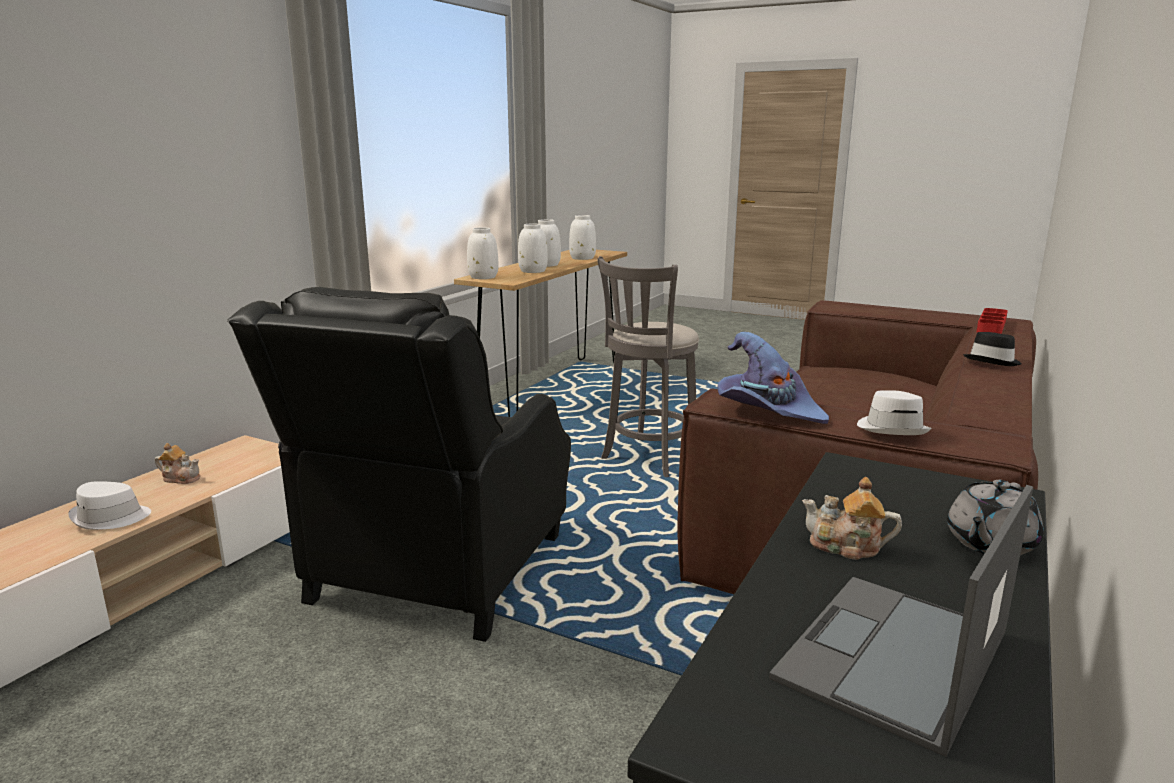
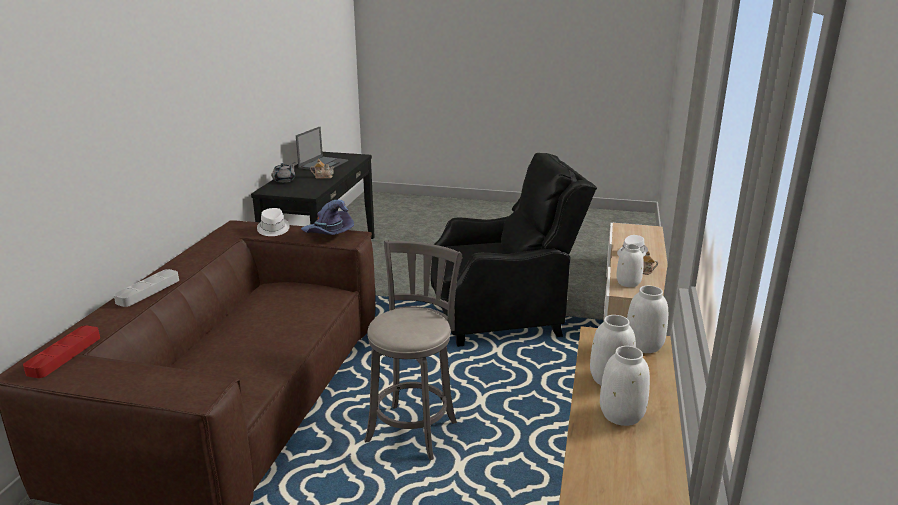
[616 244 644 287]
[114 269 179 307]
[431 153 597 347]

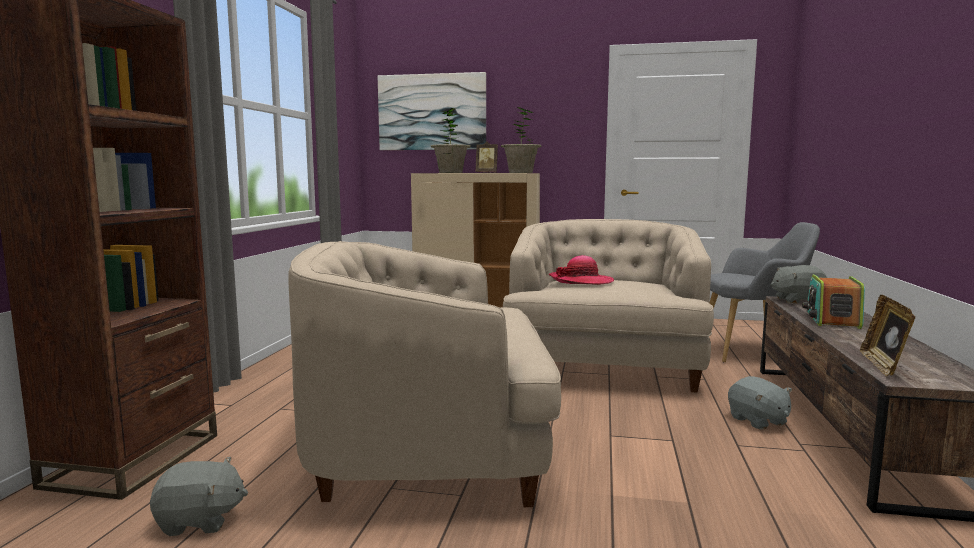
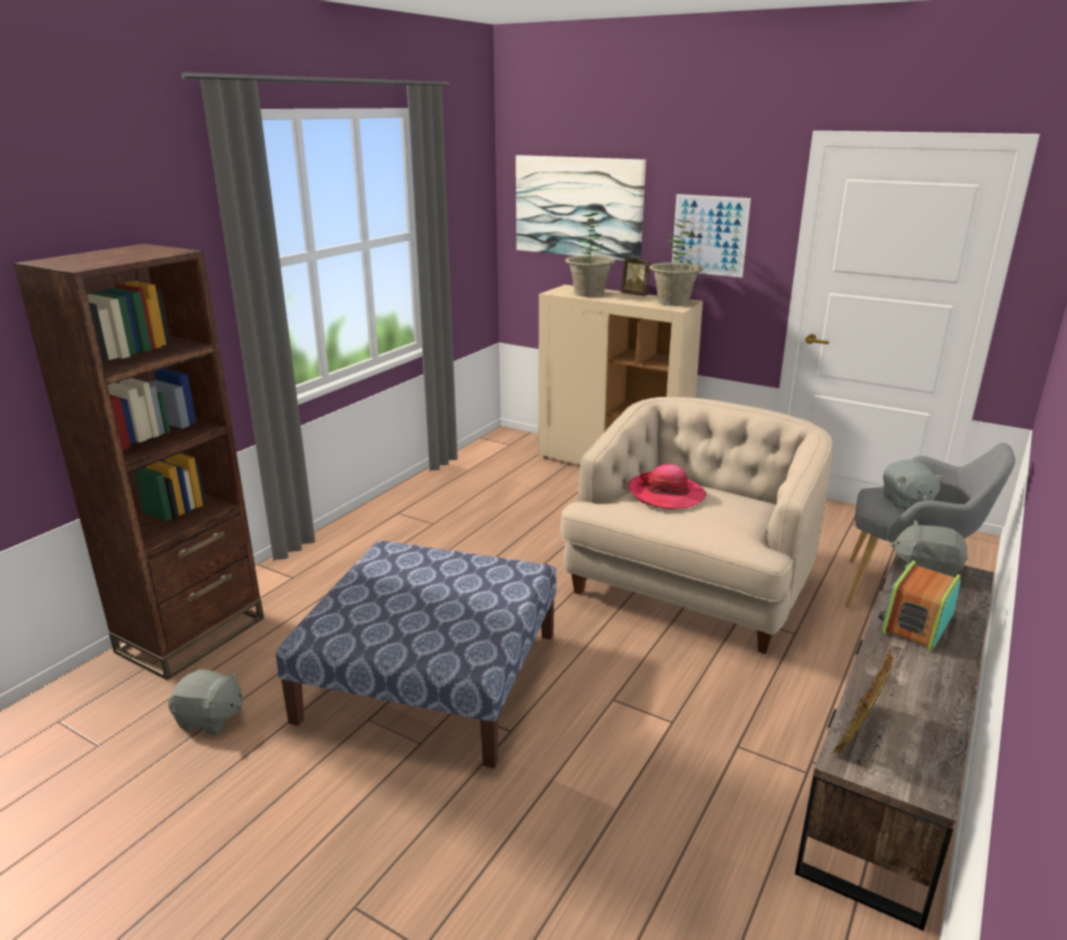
[672 194 751 278]
[883 459 944 510]
[276 540 556 768]

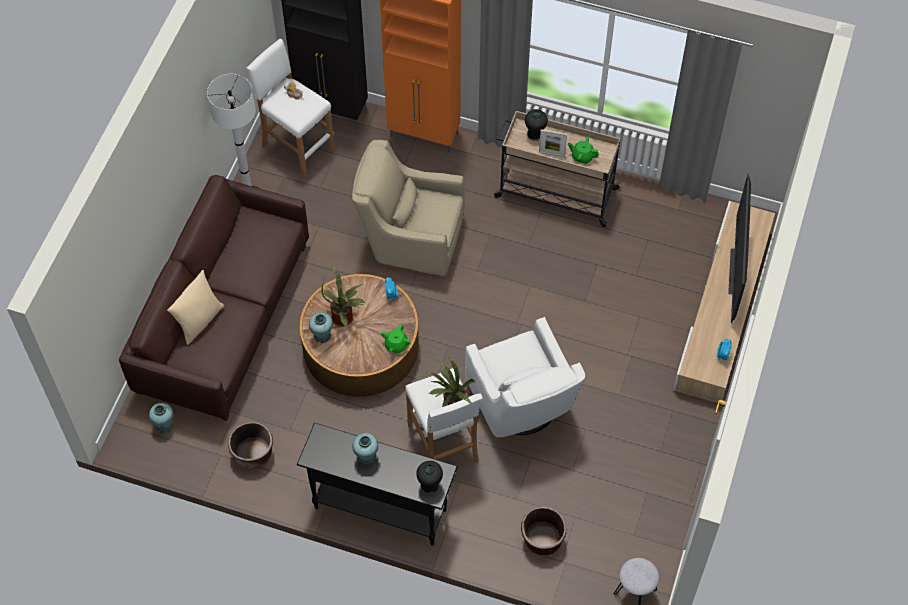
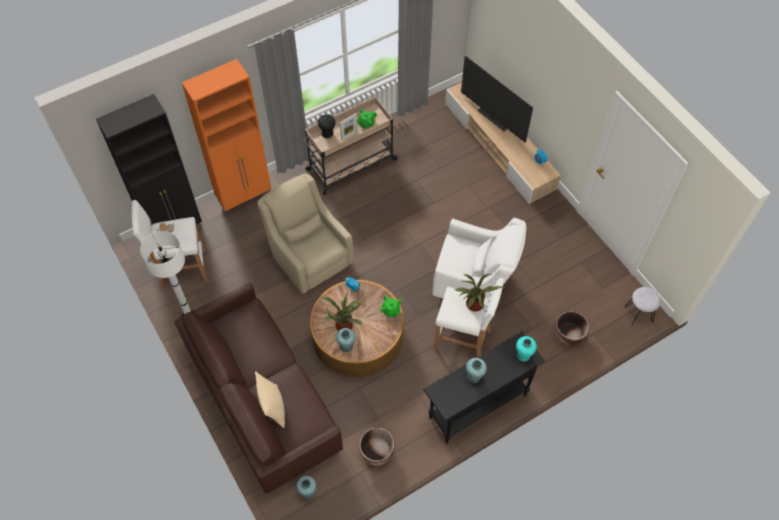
[516 336 537 362]
[257 173 354 294]

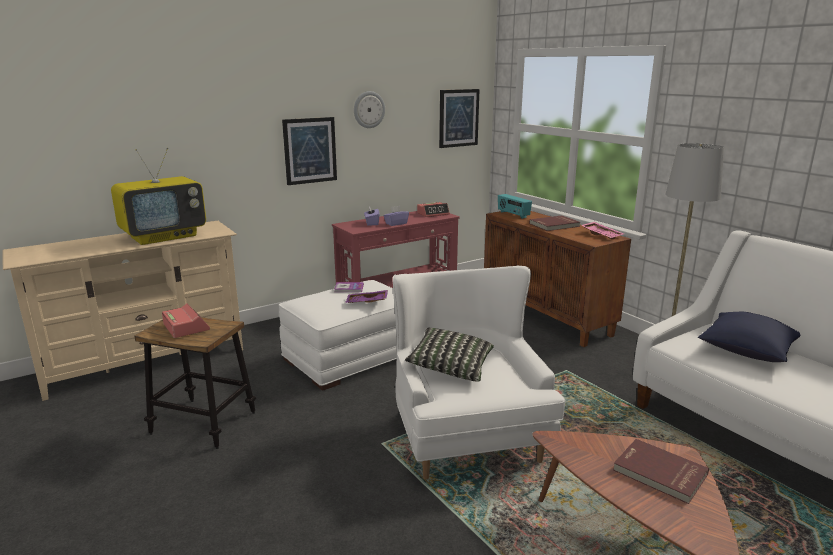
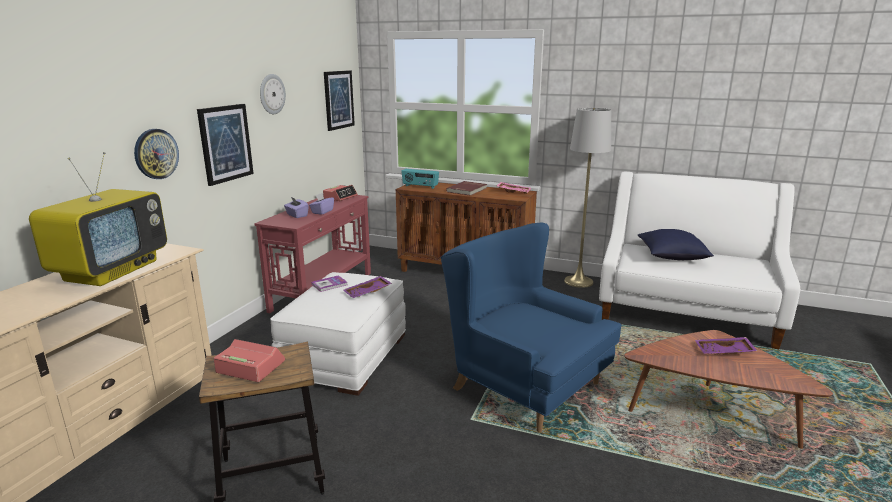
[405 328 494 382] (first image)
[134 129 179 179]
[695 337 757 354]
[441 222 622 432]

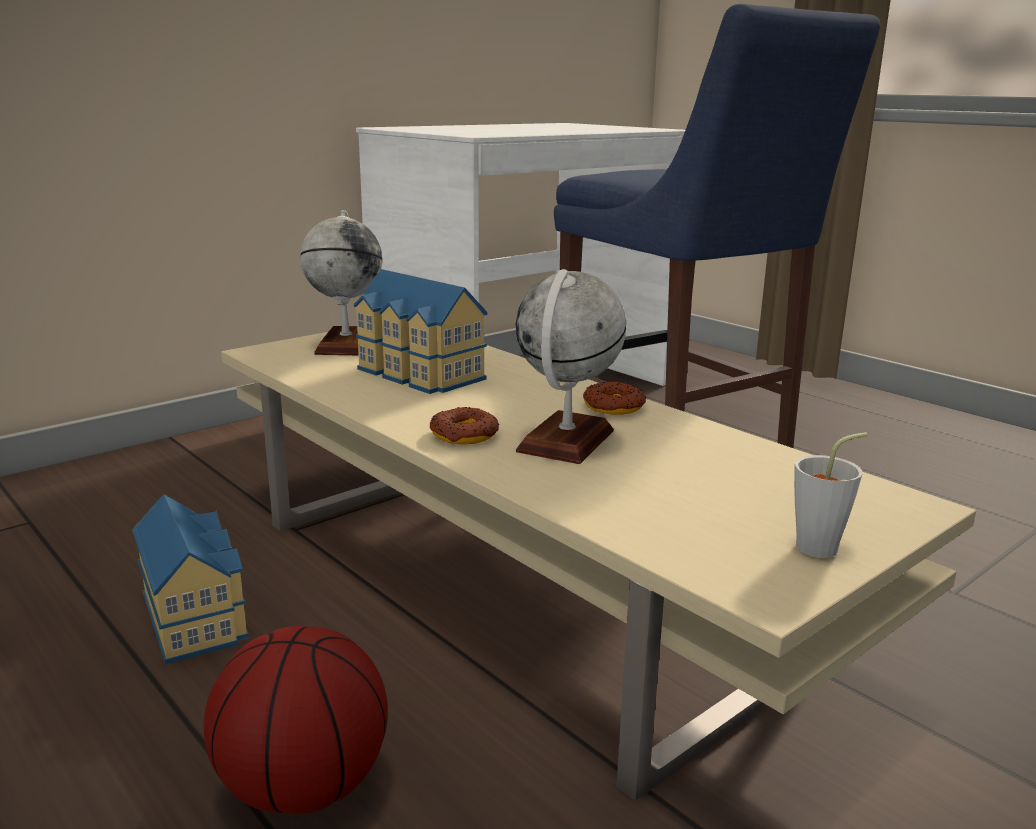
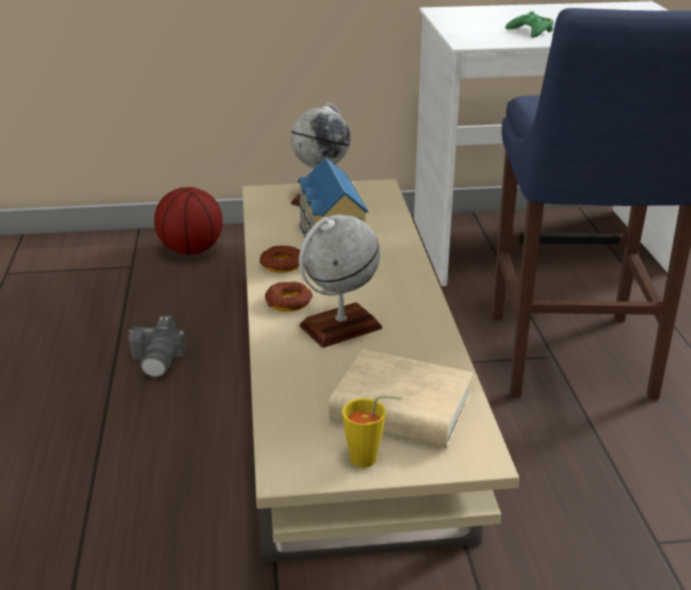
[328 349 473 448]
[505 11 554 38]
[154 187 223 255]
[260 245 300 273]
[128 315 186 377]
[342 395 401 468]

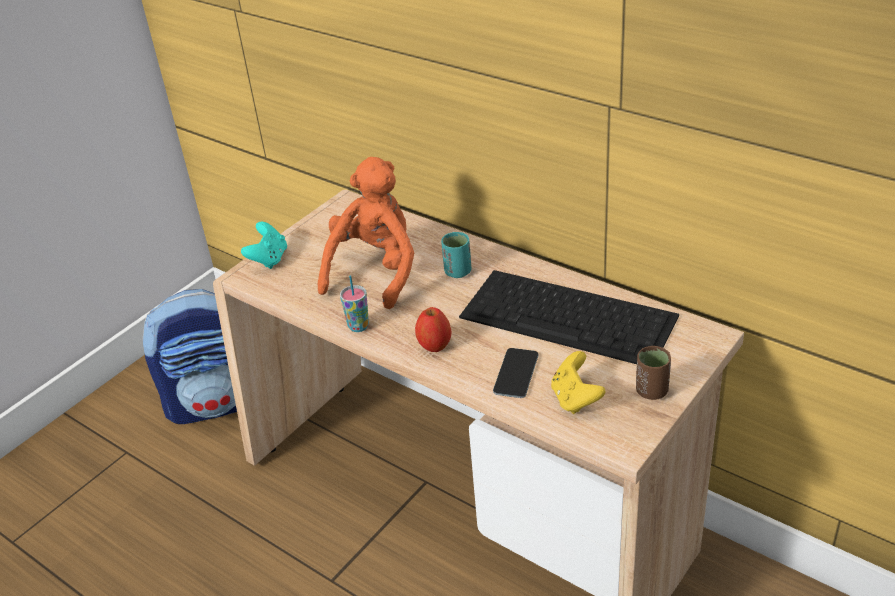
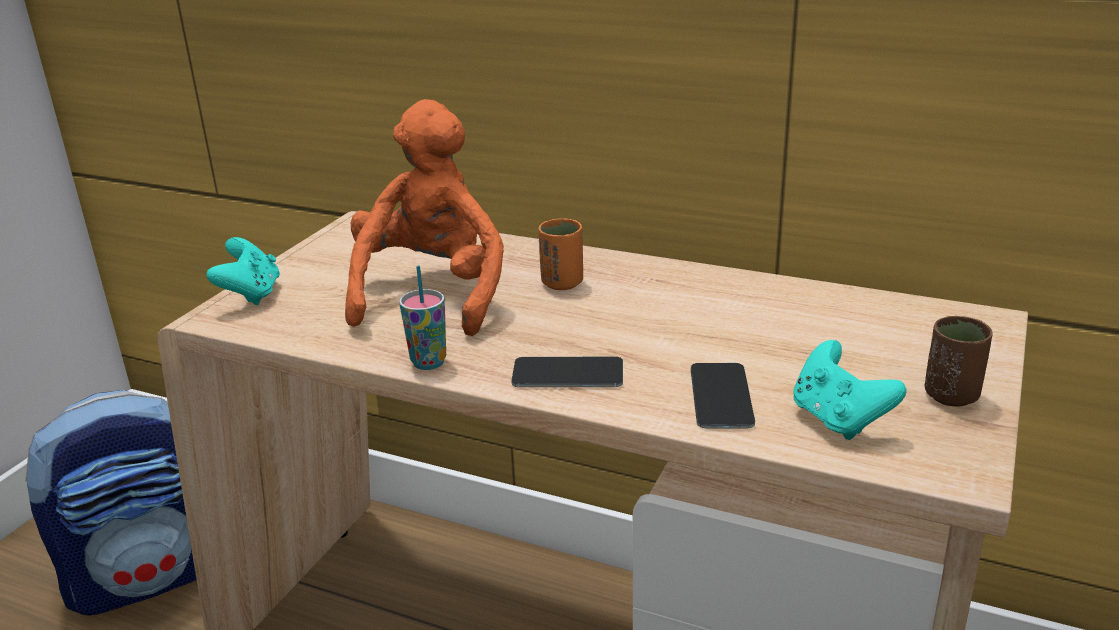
[459 270 679 364] (first image)
[511 357 623 387]
[538 218 583 290]
[793 340 907 440]

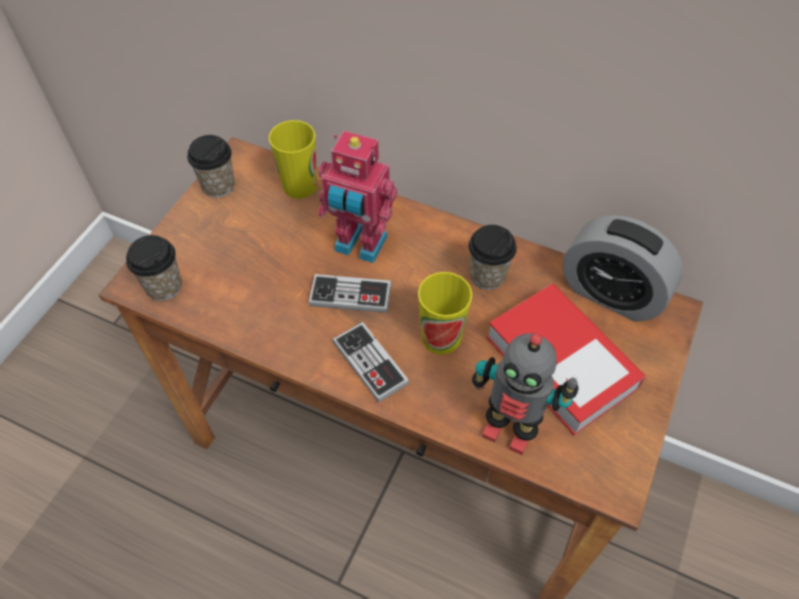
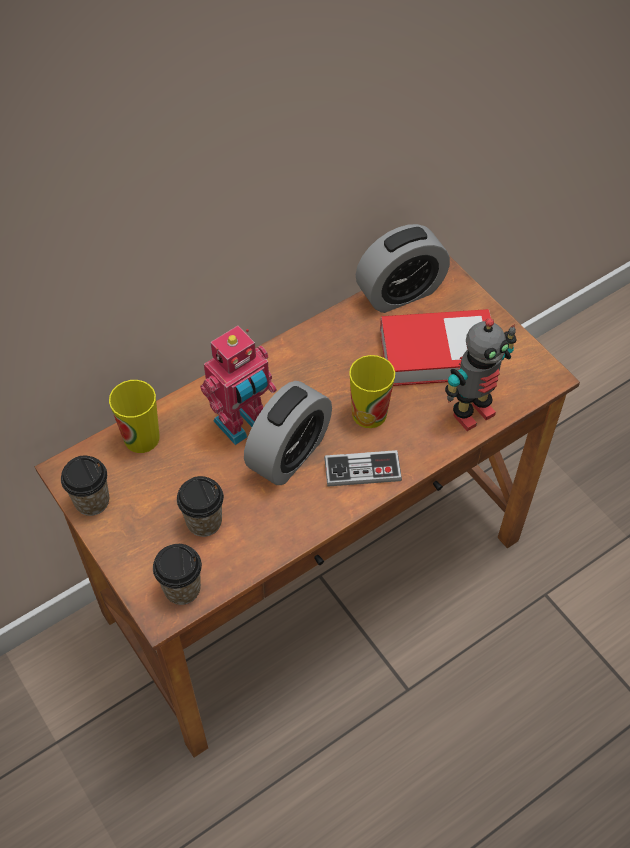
[177 476 224 537]
[244 381 332 485]

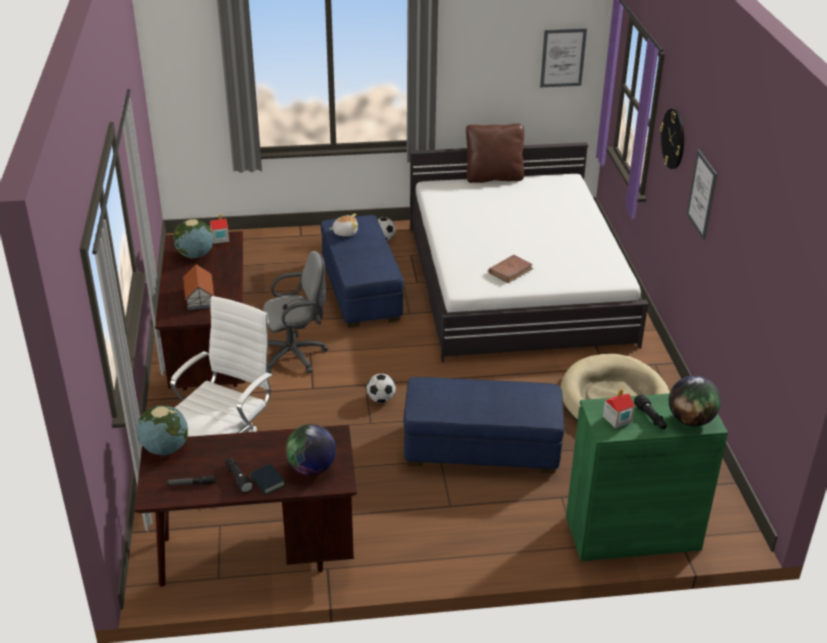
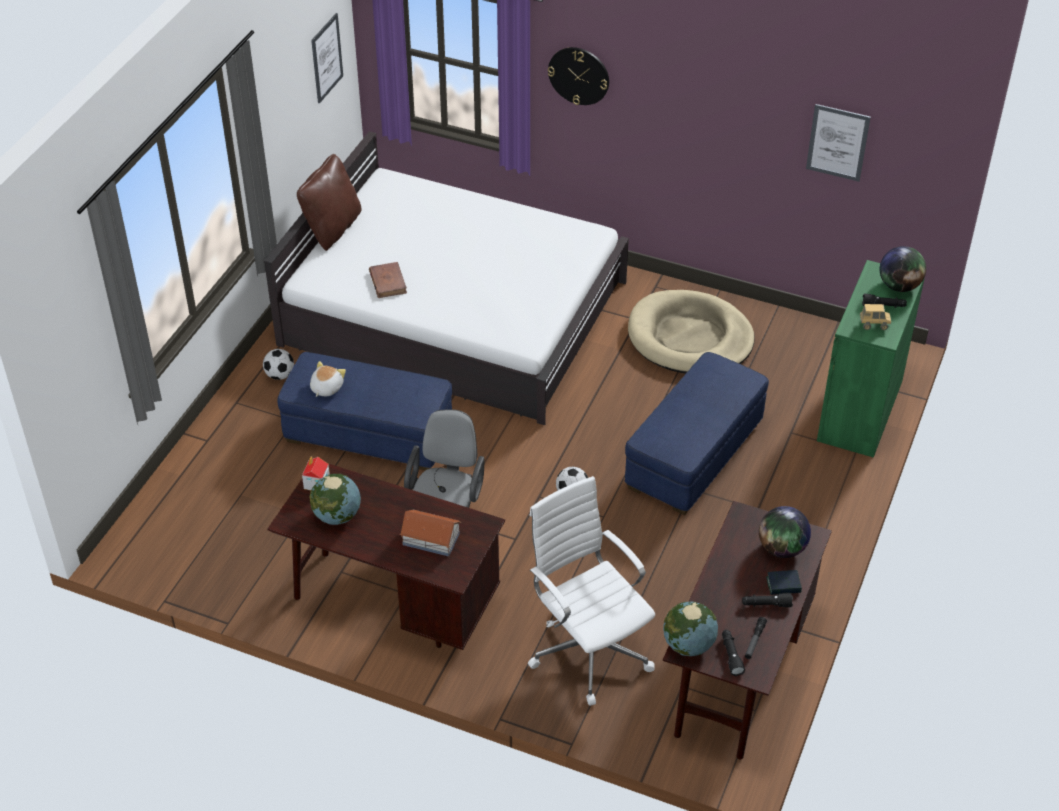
[722 630 745 676]
[369 262 407 298]
[806 104 871 182]
[860 304 891 330]

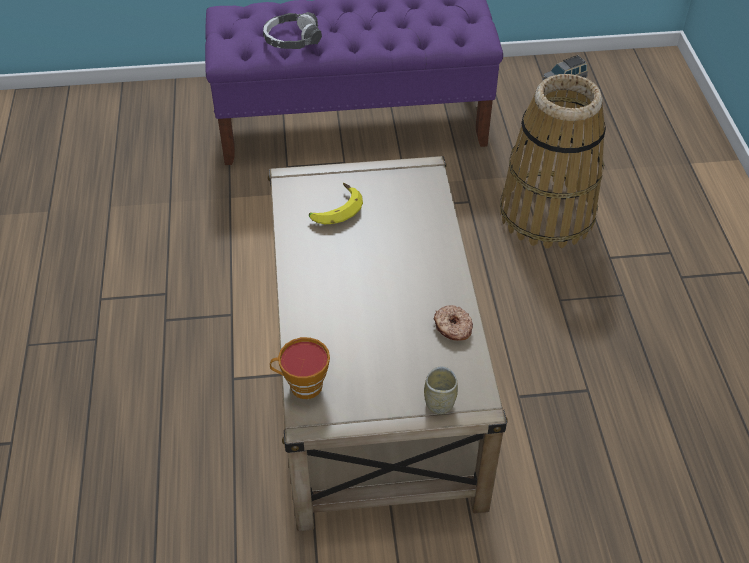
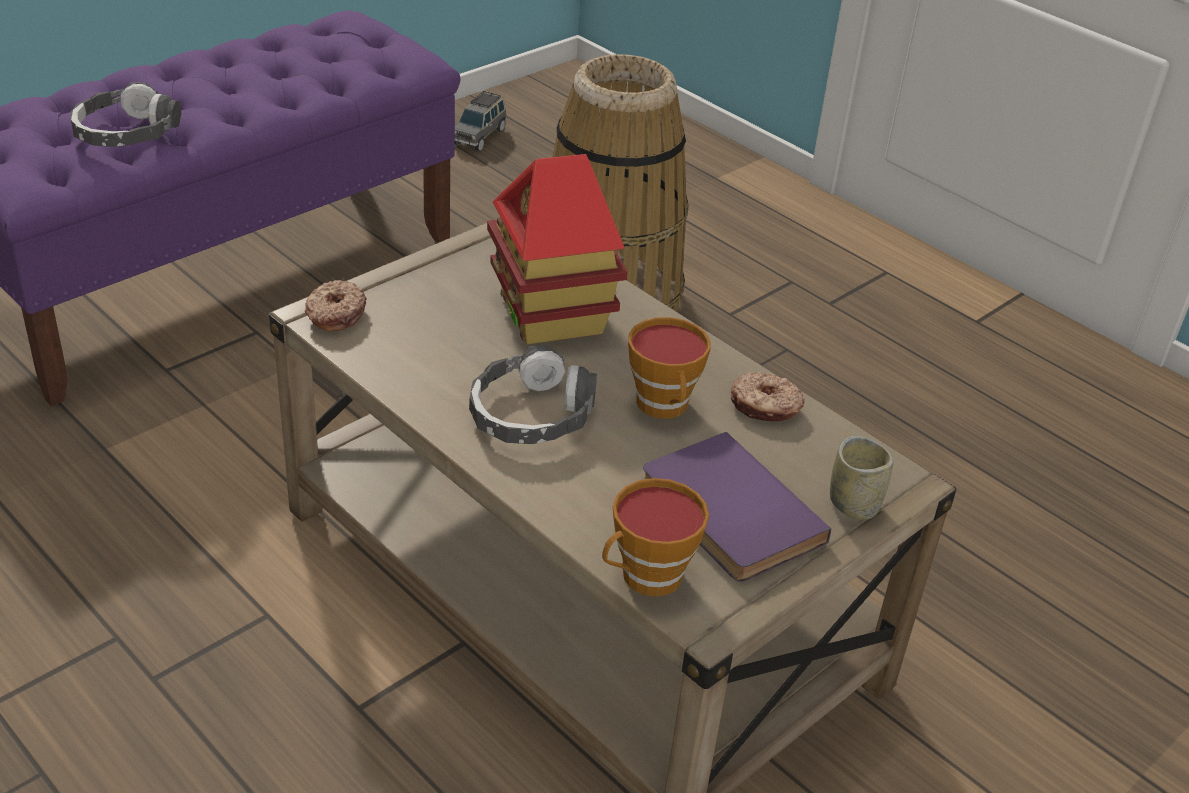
[309 183 363 224] (first image)
[305 280 367 331]
[469 345 597 444]
[487 154 628 344]
[628 317 711 419]
[642 432 831 582]

